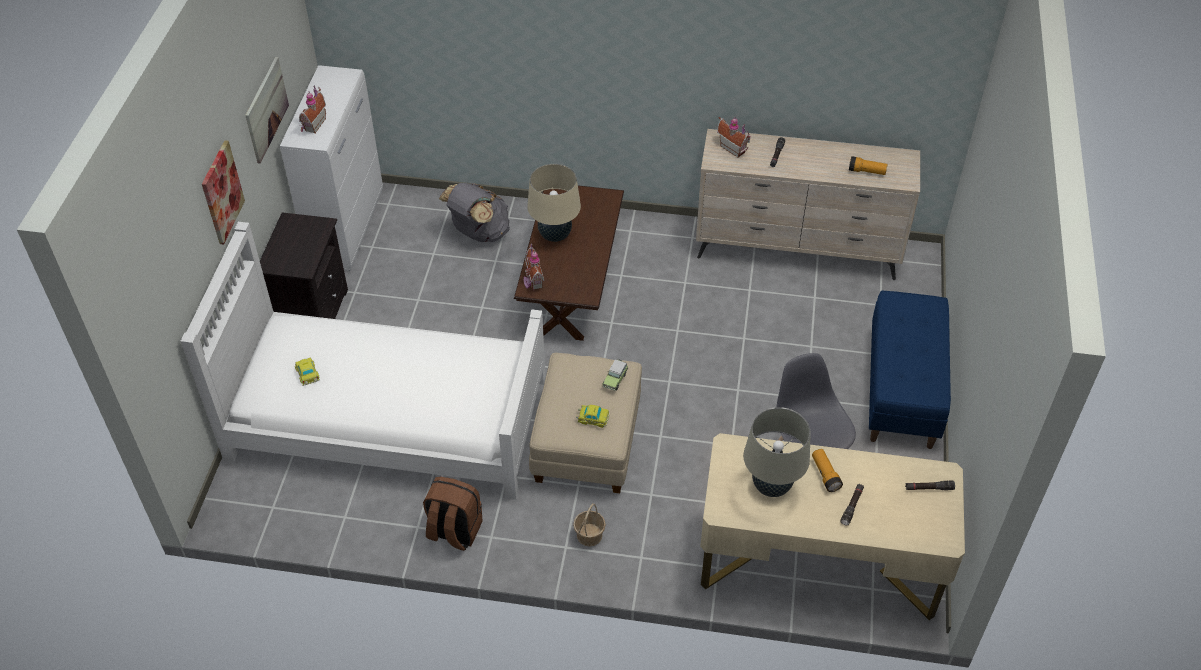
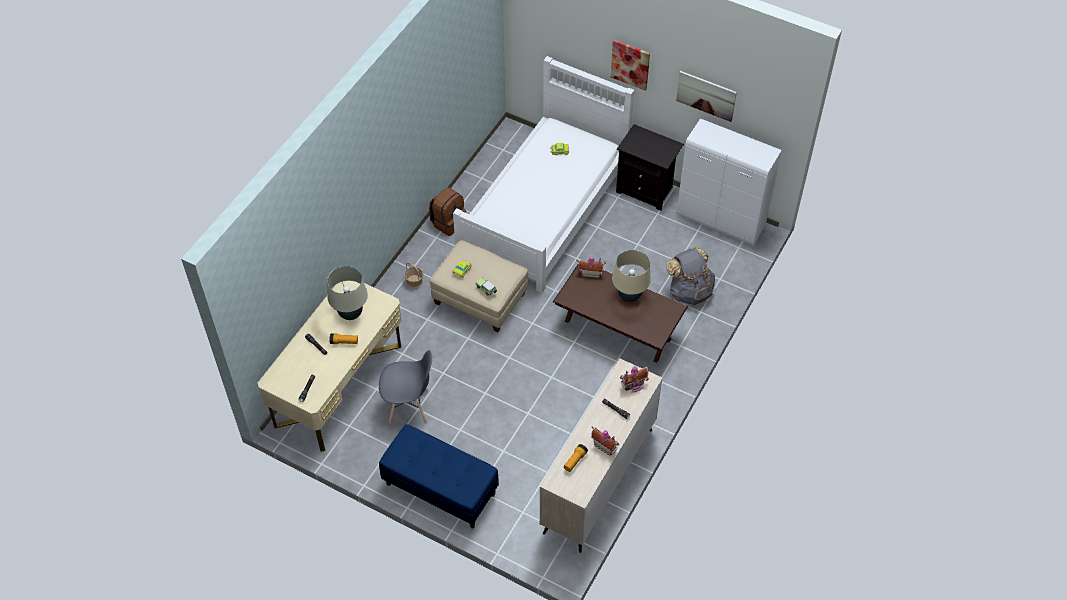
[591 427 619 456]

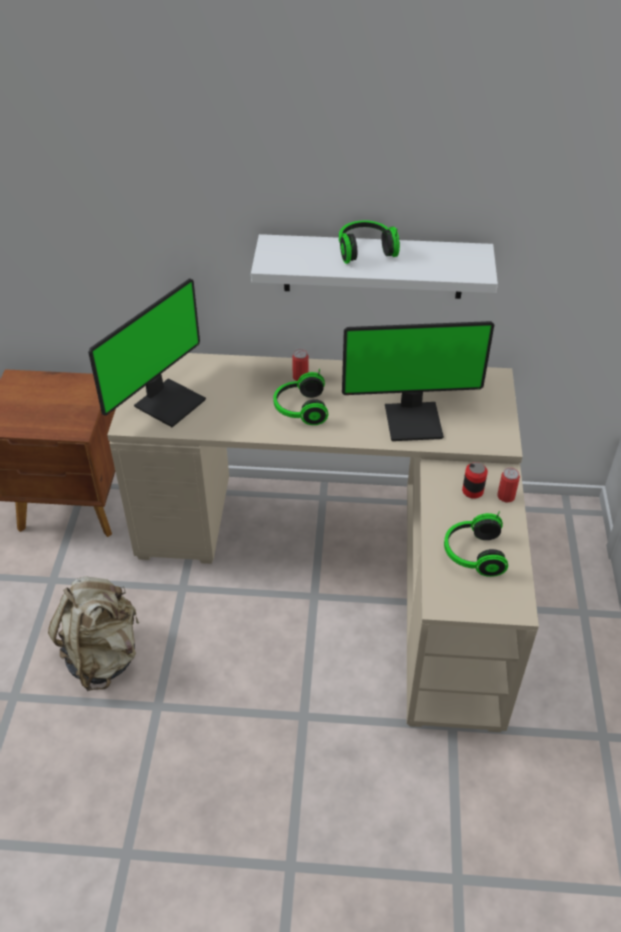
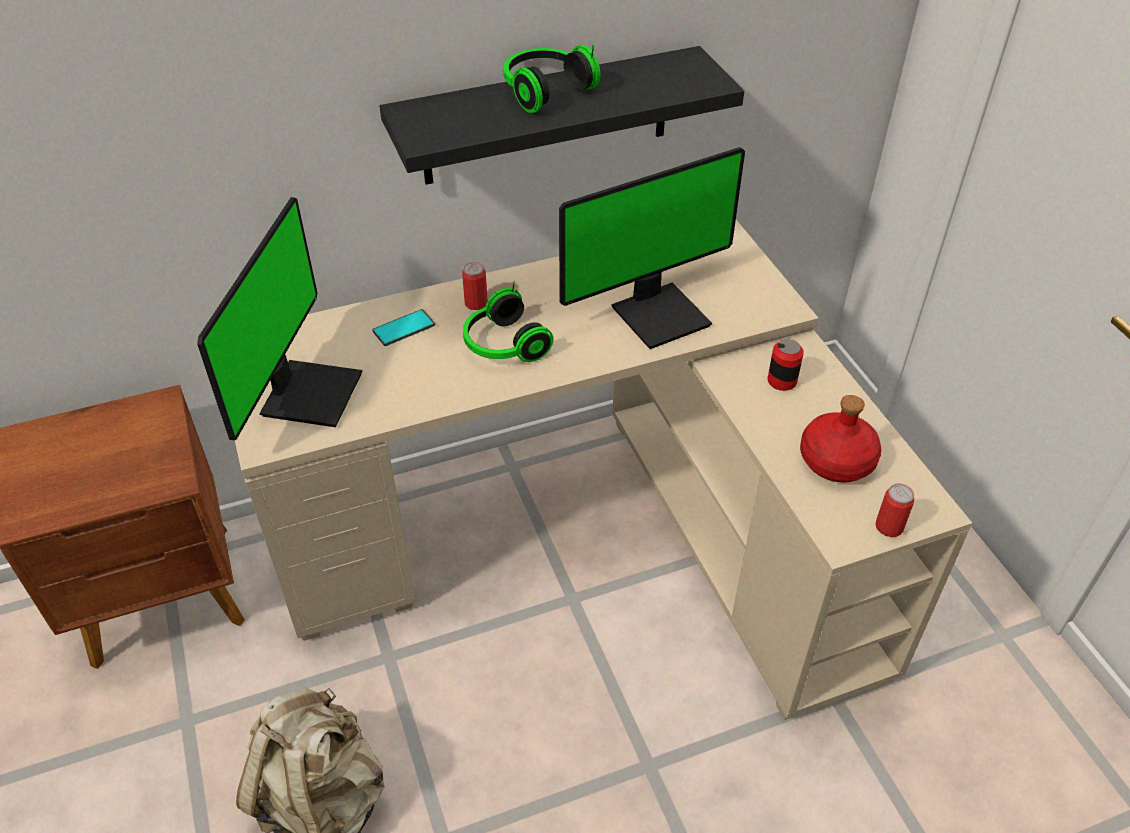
[372 309 435 346]
[875 483 914 537]
[800 395 882 483]
[379 46 744 185]

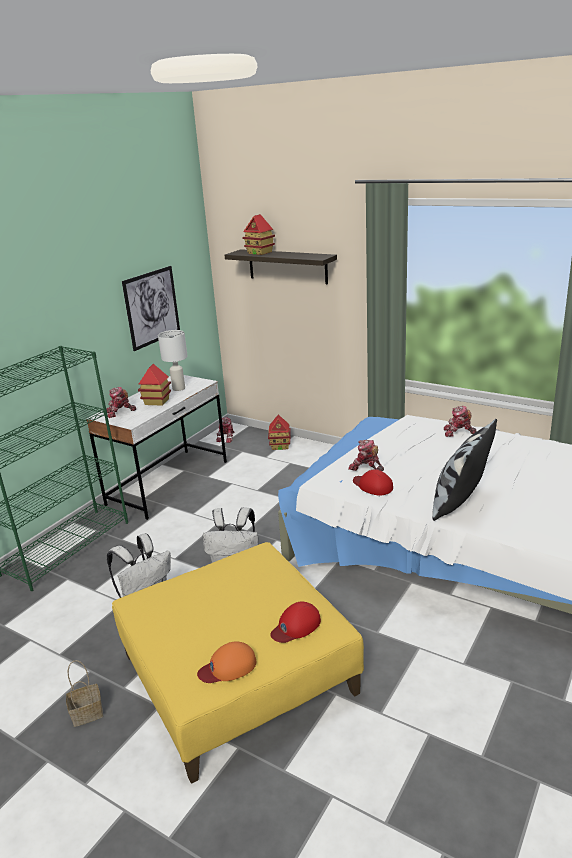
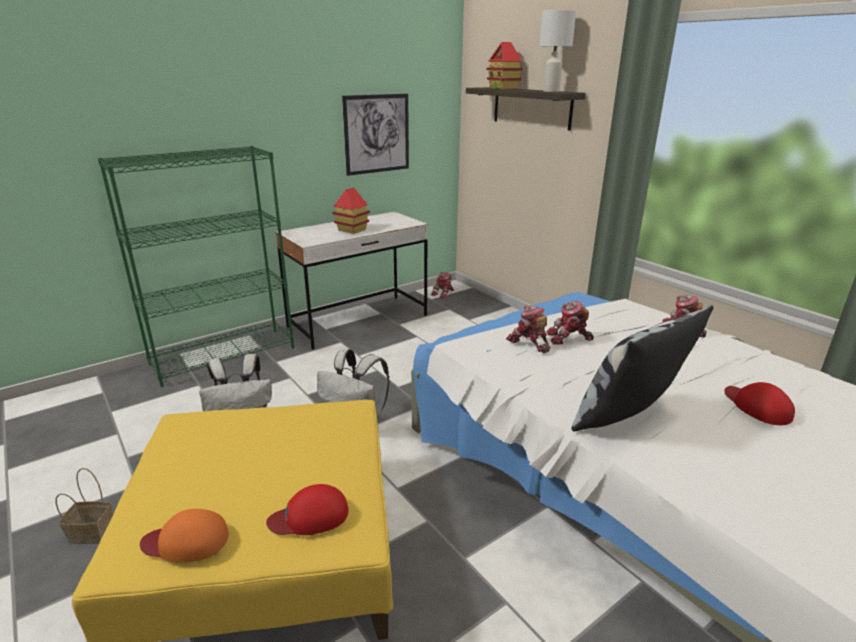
[268 415 291 450] (first image)
[546 301 594 344]
[539 10 576 92]
[724 382 795 425]

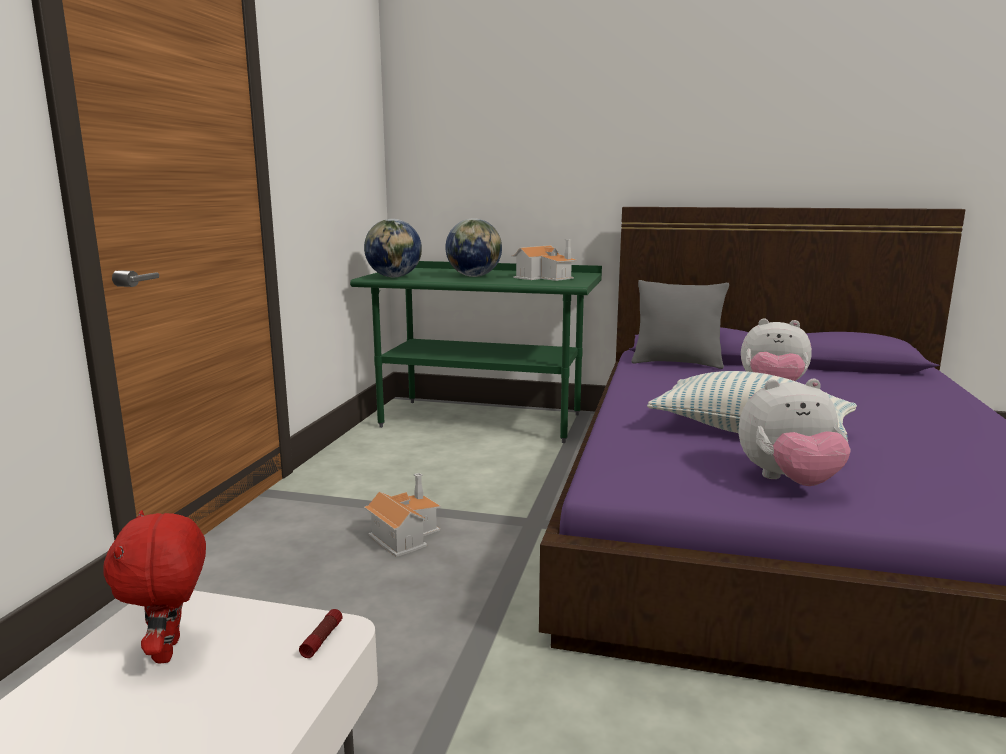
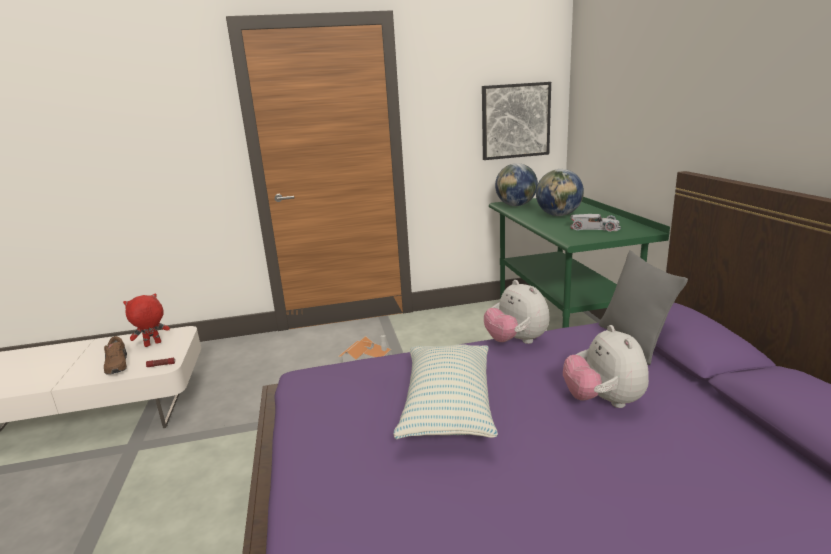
[104 336 127 375]
[482 82 551 160]
[484 280 549 344]
[570 214 621 232]

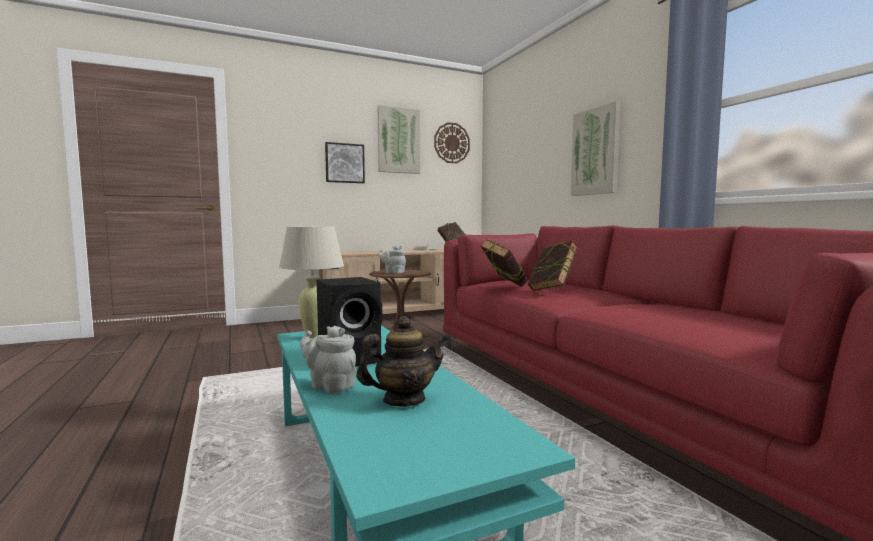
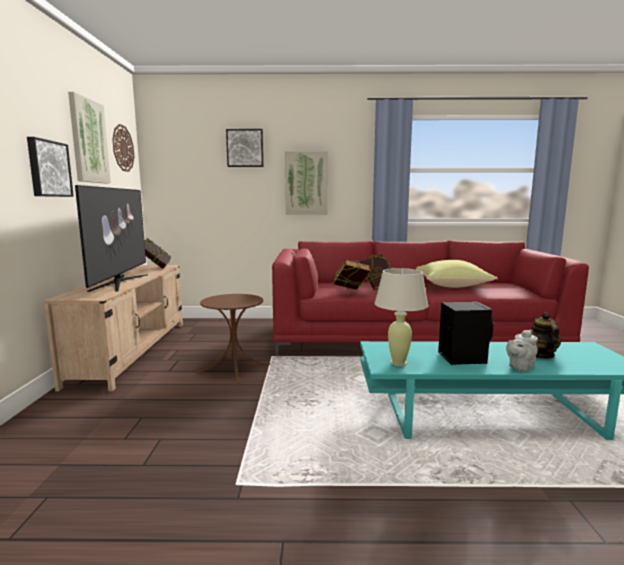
[378 245 406 274] (first image)
[75 185 148 292]
[226 129 264 167]
[416 260 498 288]

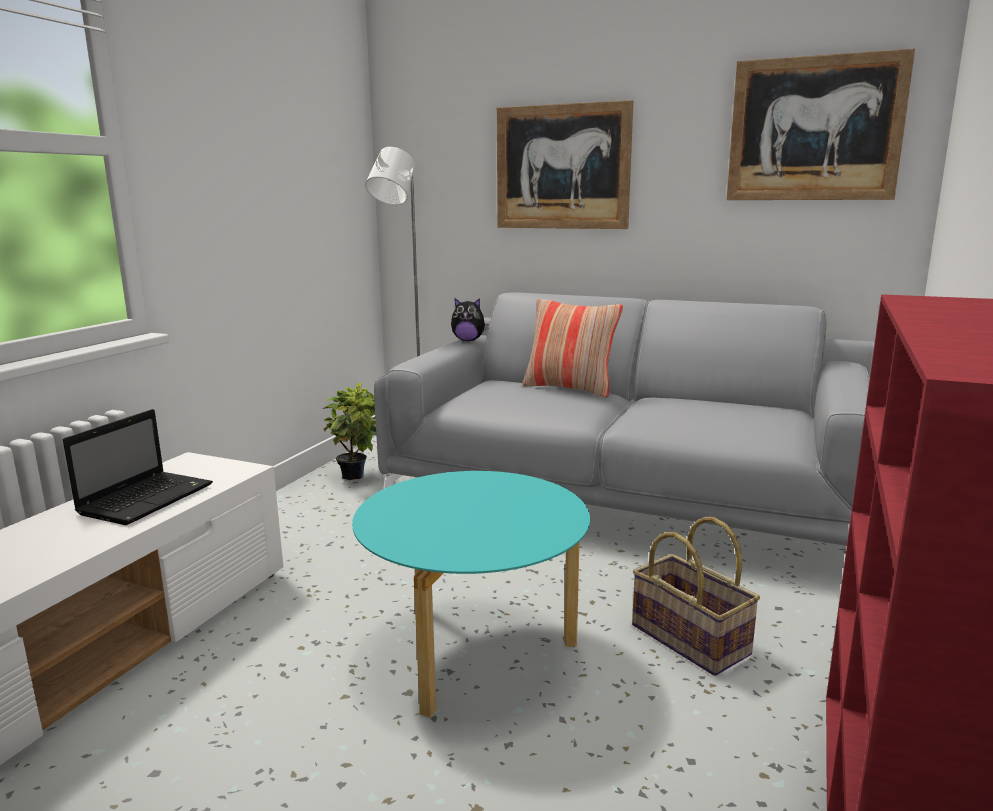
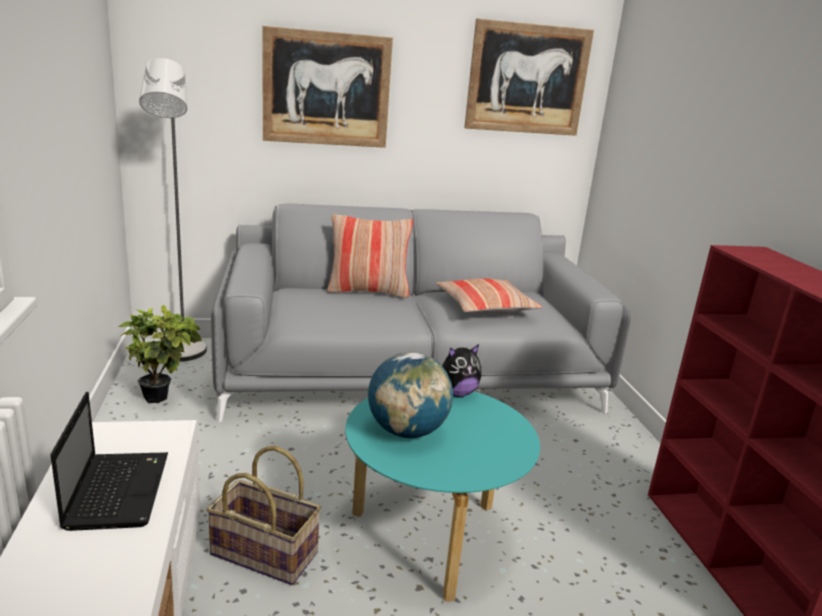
[368 352 453 438]
[436 278 542 314]
[442 344 481 397]
[207 446 321 585]

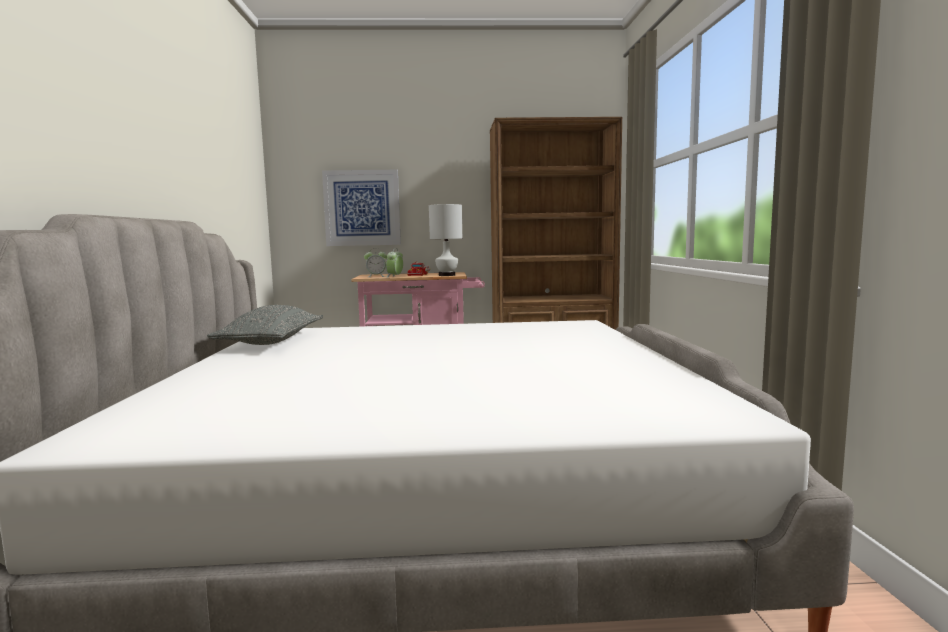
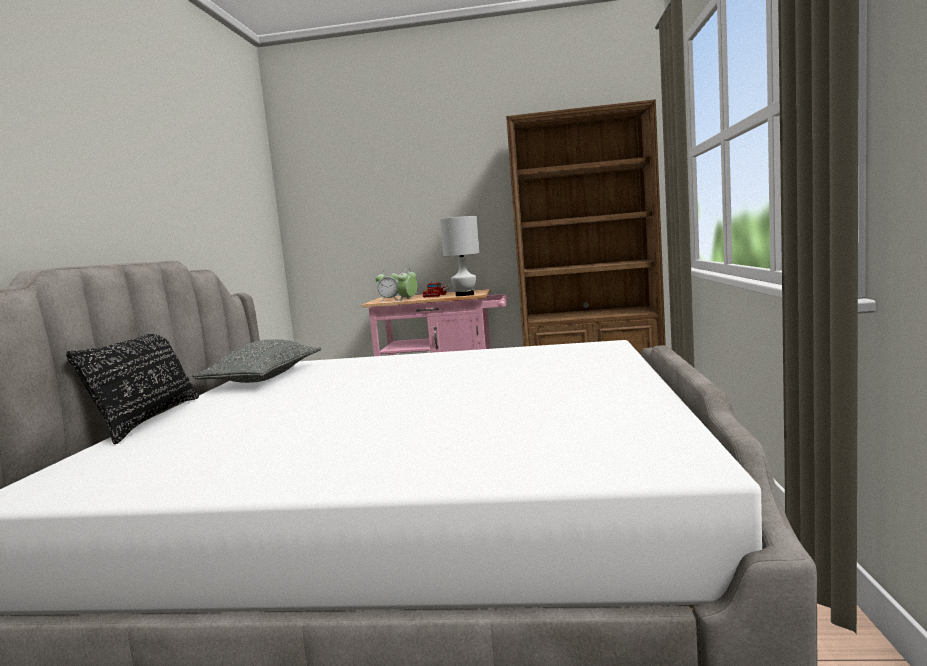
[322 170 401 246] (first image)
[66 334 199 444]

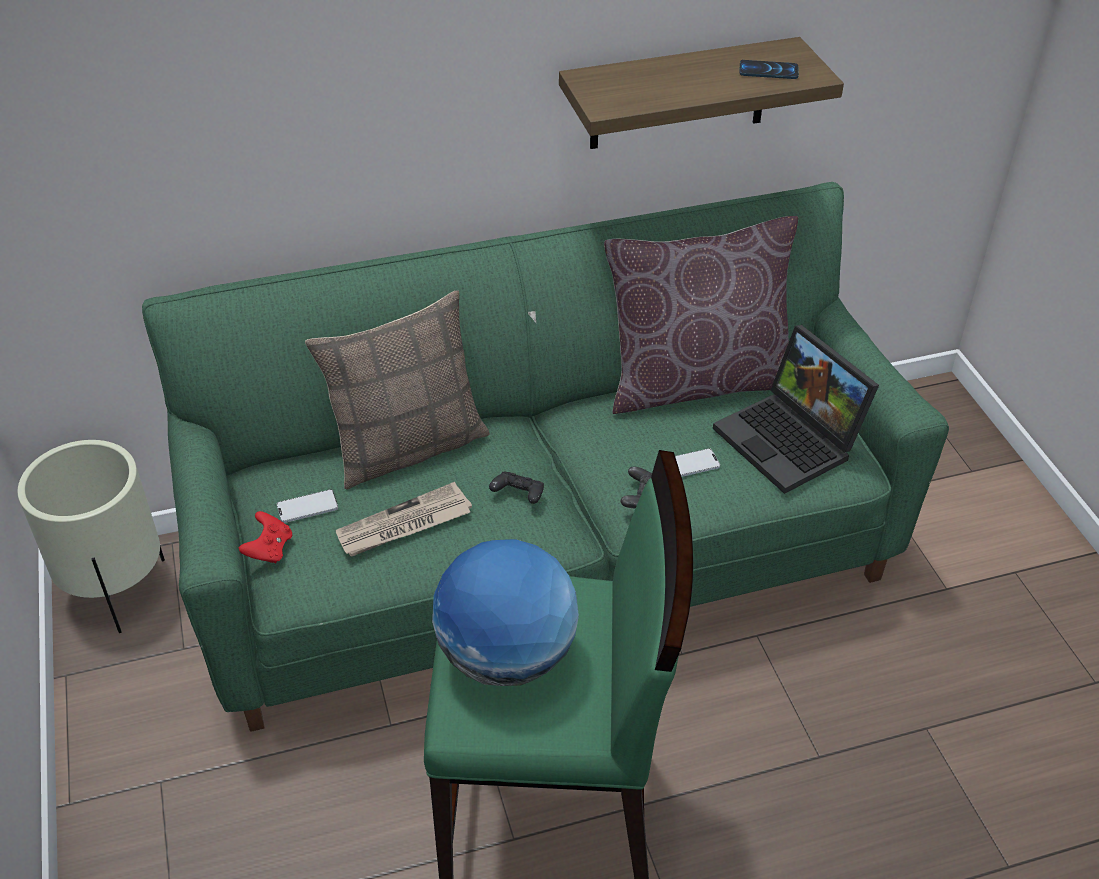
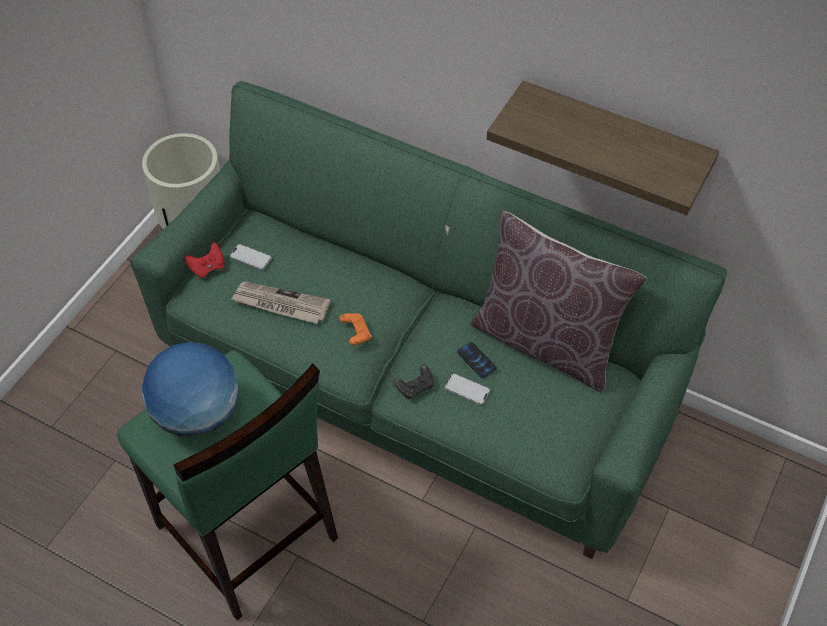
[305 291 490 490] (first image)
[713 325 879 494] (first image)
[457 342 497 378]
[339 313 372 345]

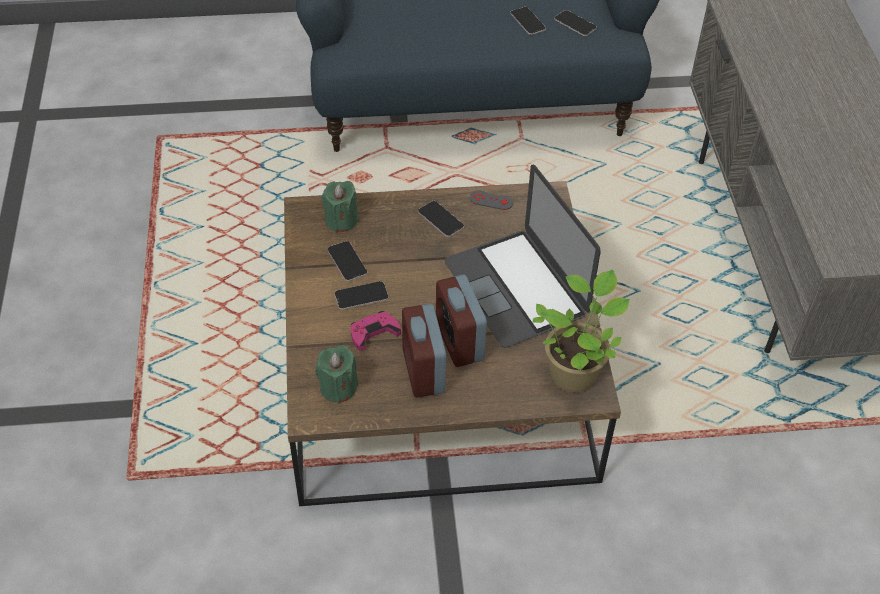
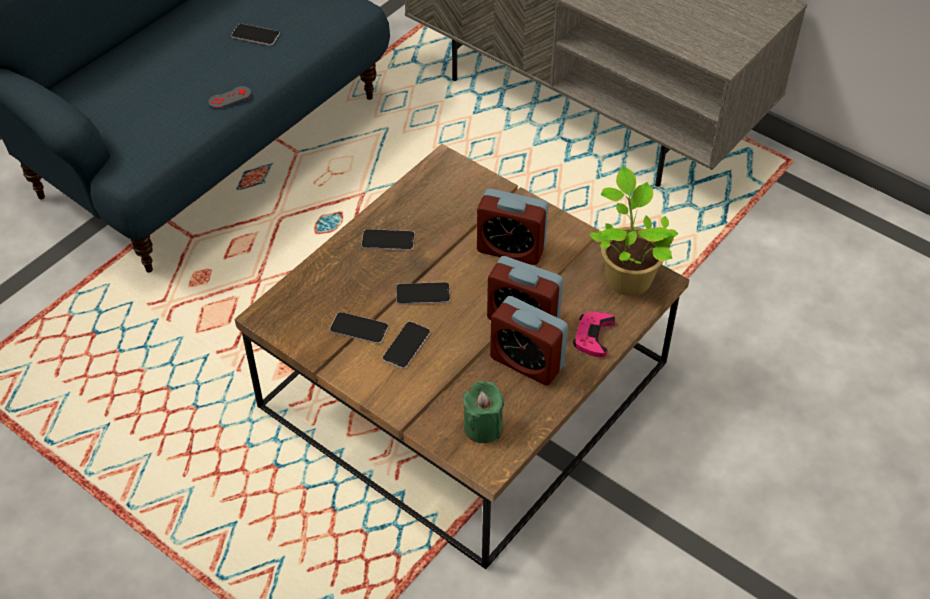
[321 181 359 233] (first image)
[573 312 615 357]
[209 86 251 108]
[396 282 450 305]
[477 188 548 265]

